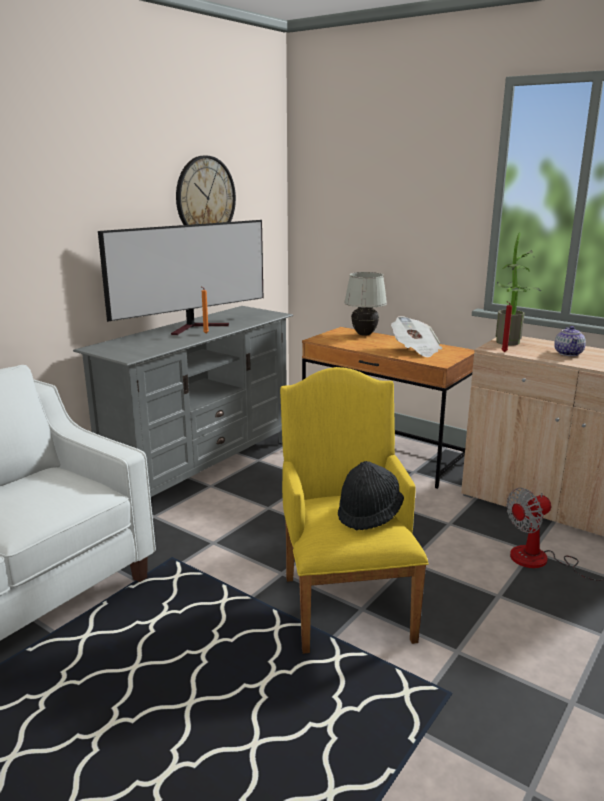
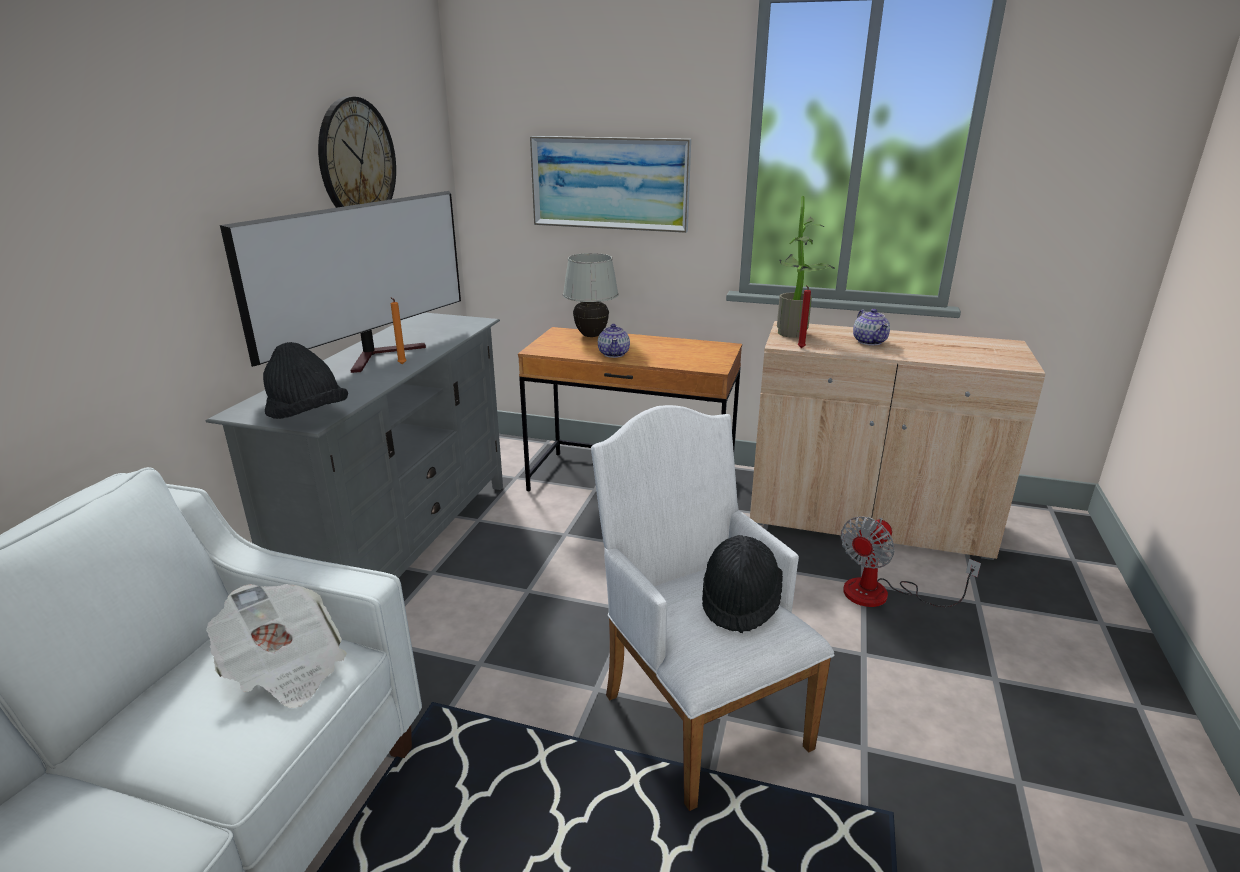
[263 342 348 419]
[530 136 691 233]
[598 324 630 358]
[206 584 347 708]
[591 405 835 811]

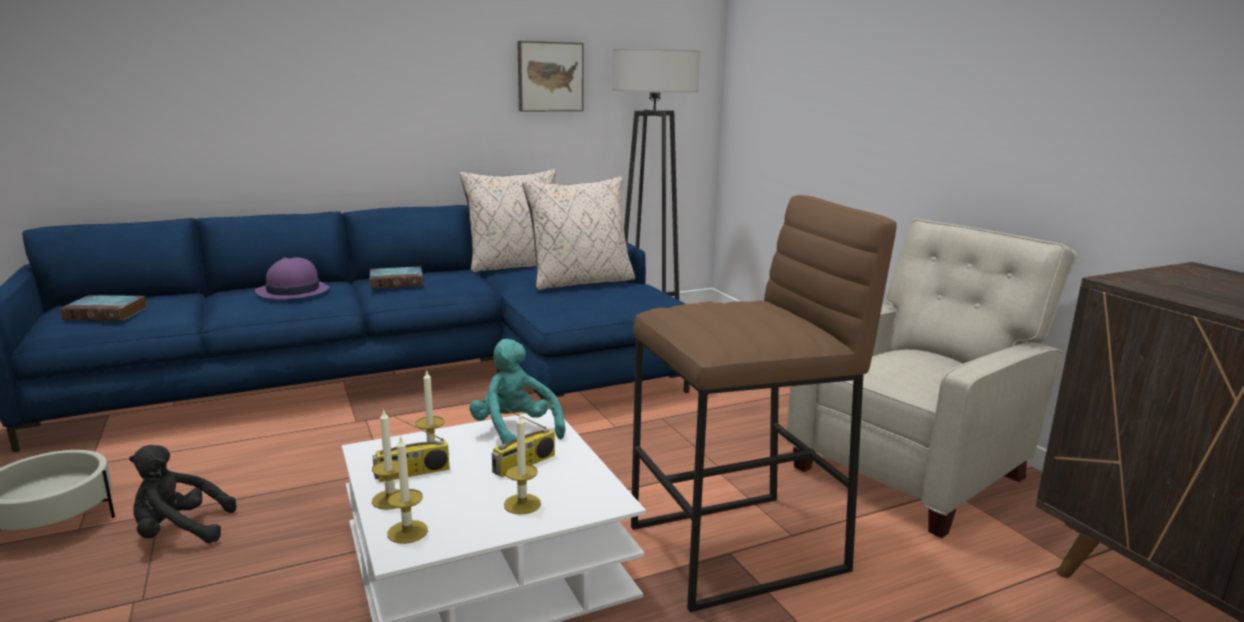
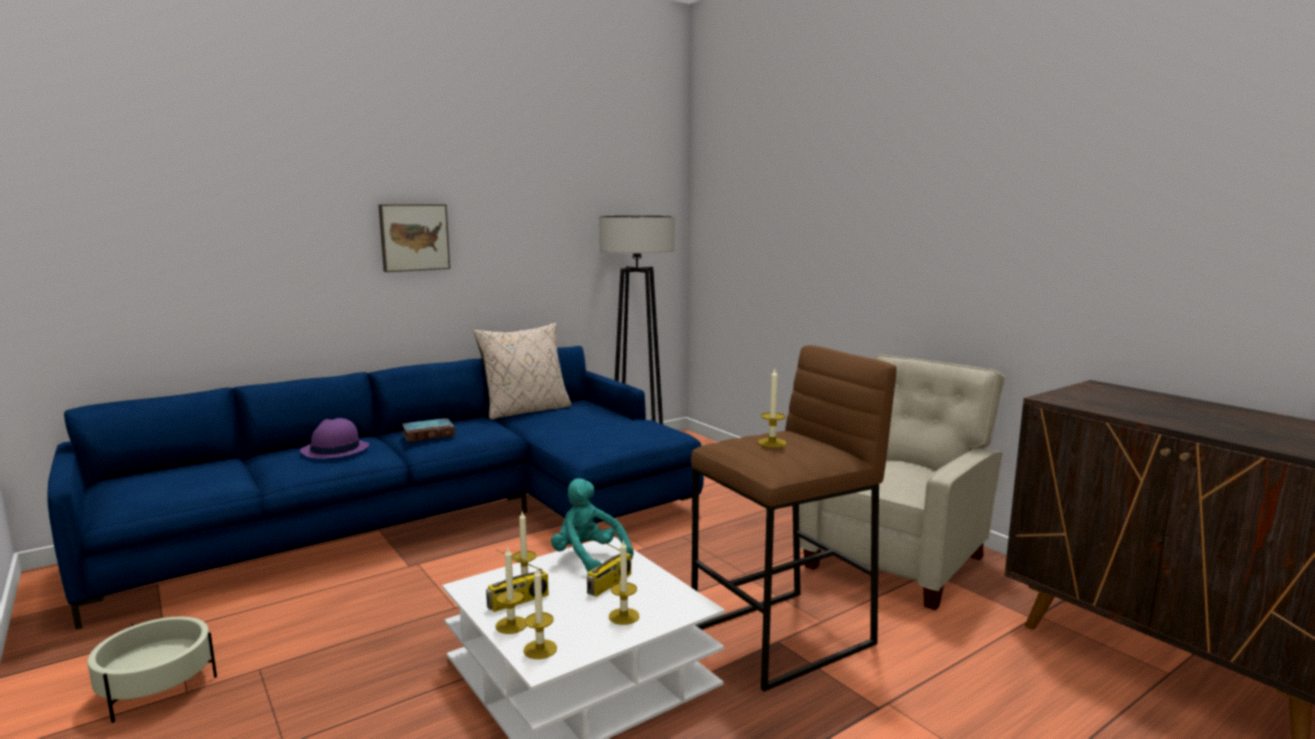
[60 295 148 321] (first image)
[129 445 237 543] (first image)
[522 177 635 291] (first image)
[758 369 787 447]
[378 204 450 272]

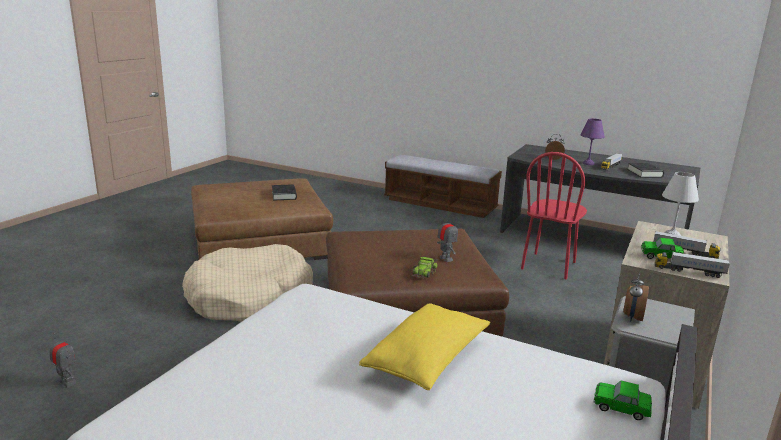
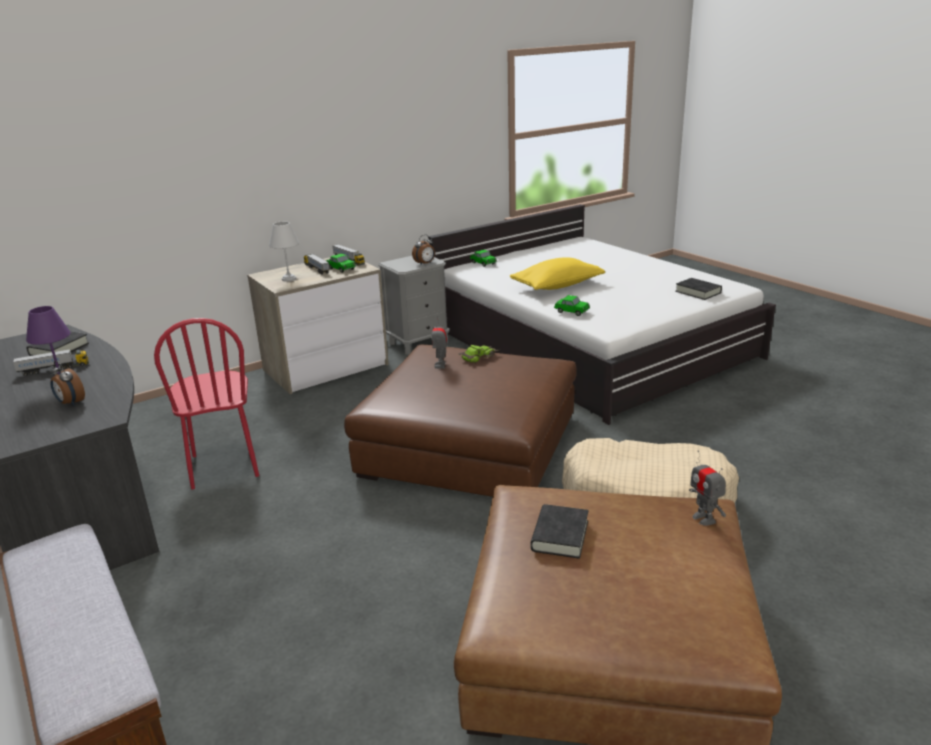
[554 295 590 316]
[675 278 722 300]
[689 450 726 526]
[154 318 259 490]

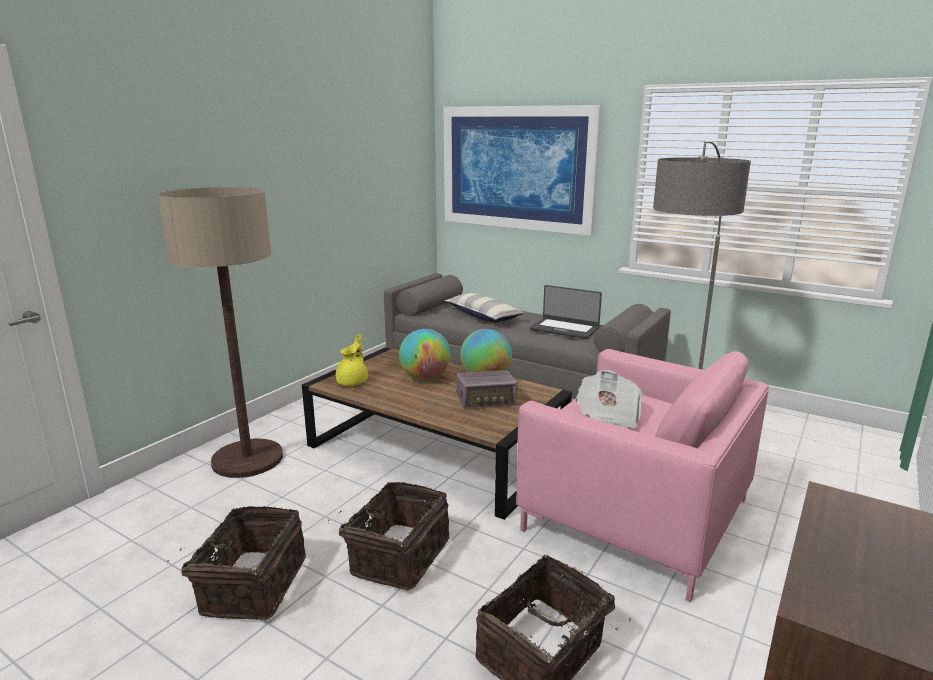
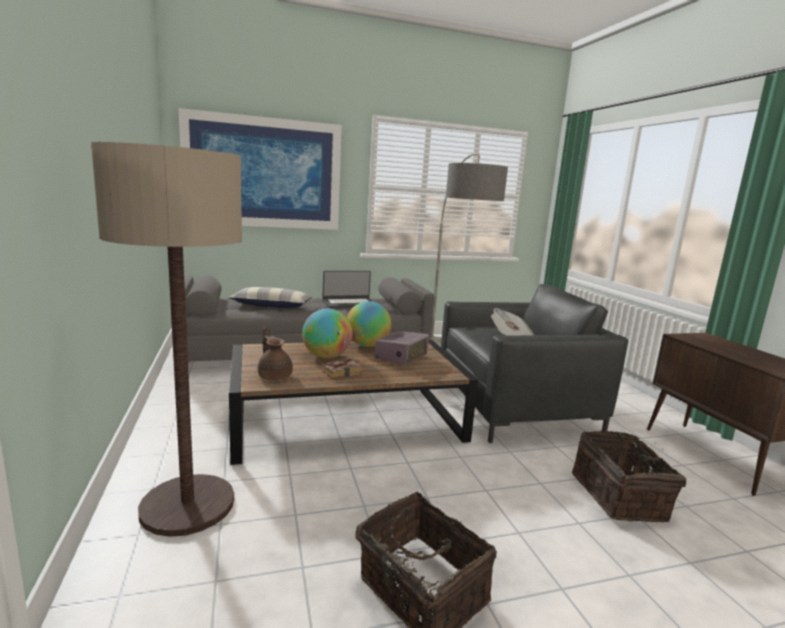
[328 482 449 591] (first image)
[321 359 362 379]
[258 326 293 380]
[441 284 628 443]

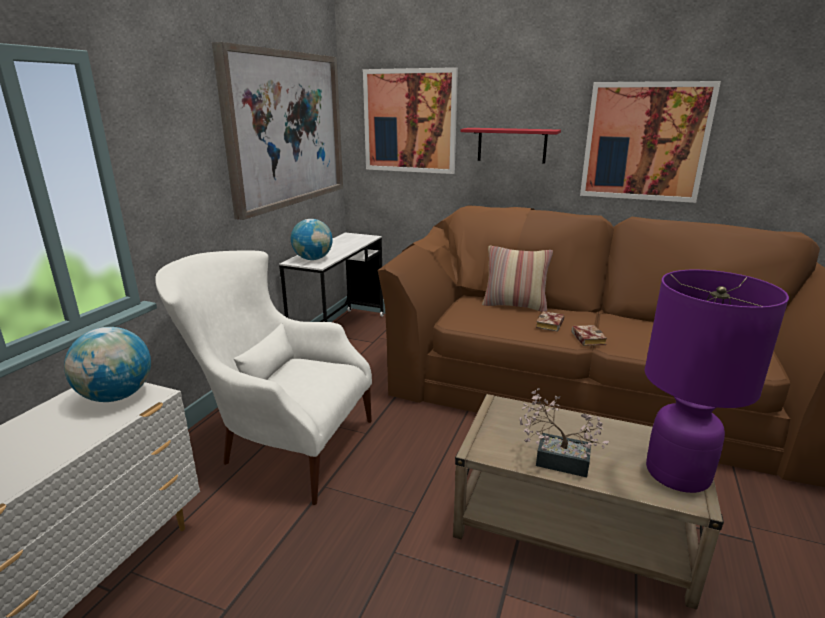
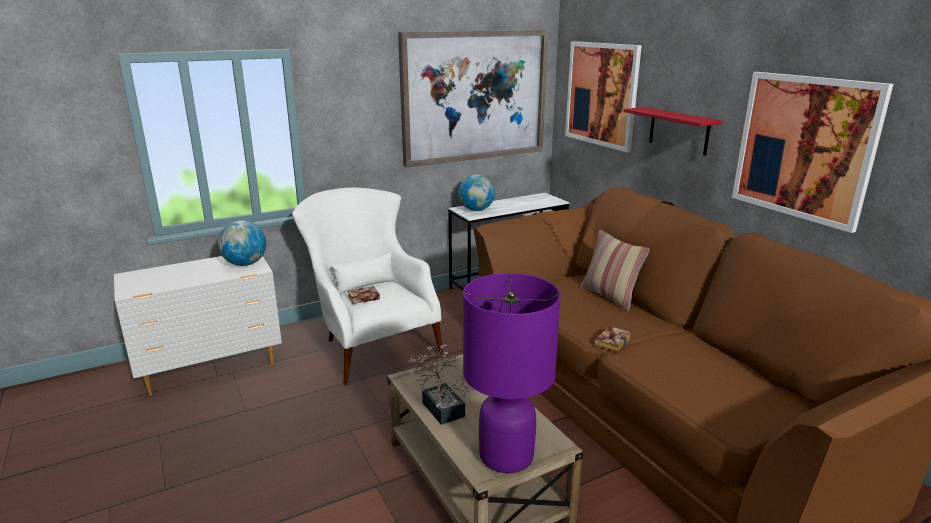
[348 286 380 304]

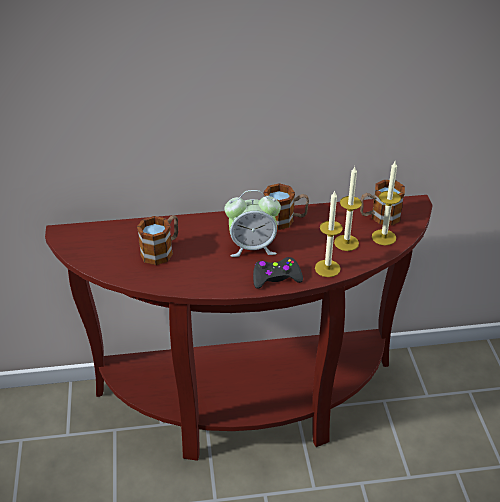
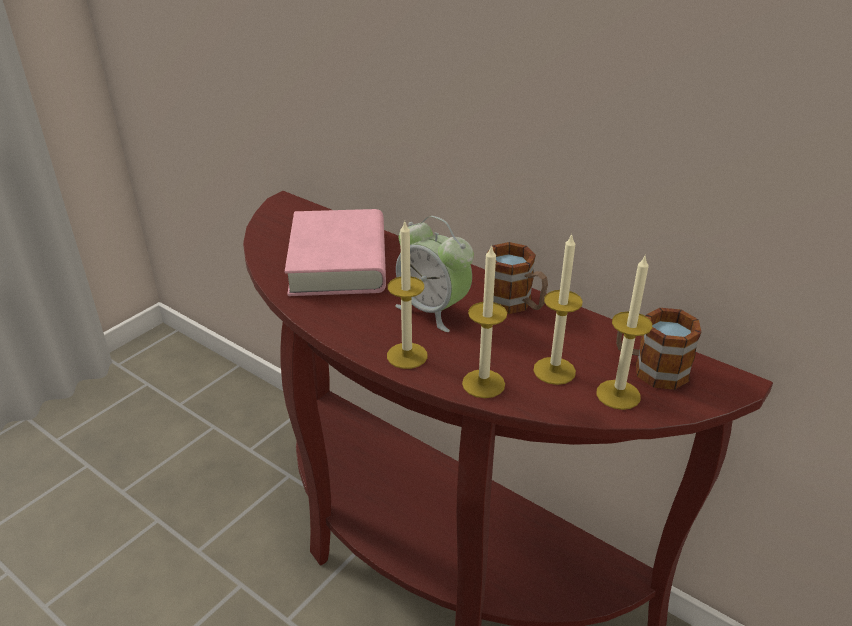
[285 209 386 296]
[387 222 428 369]

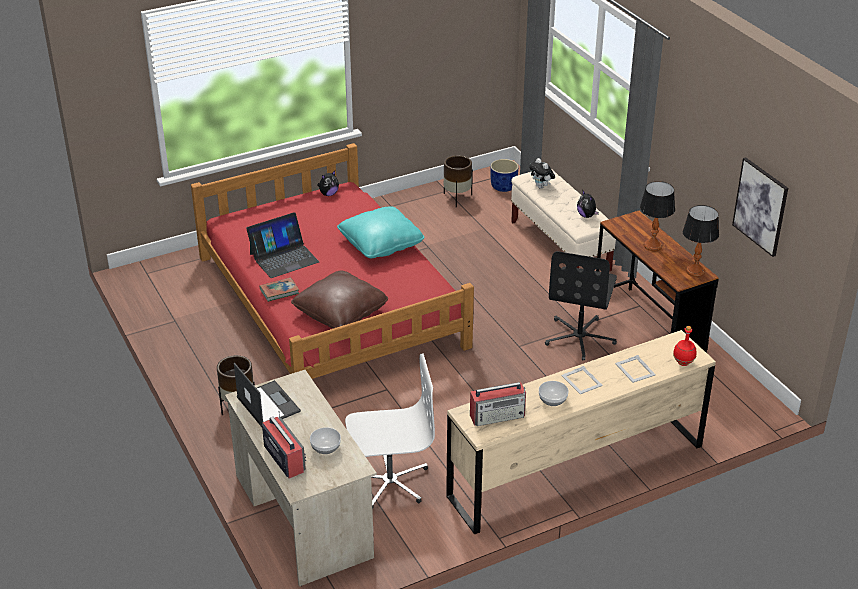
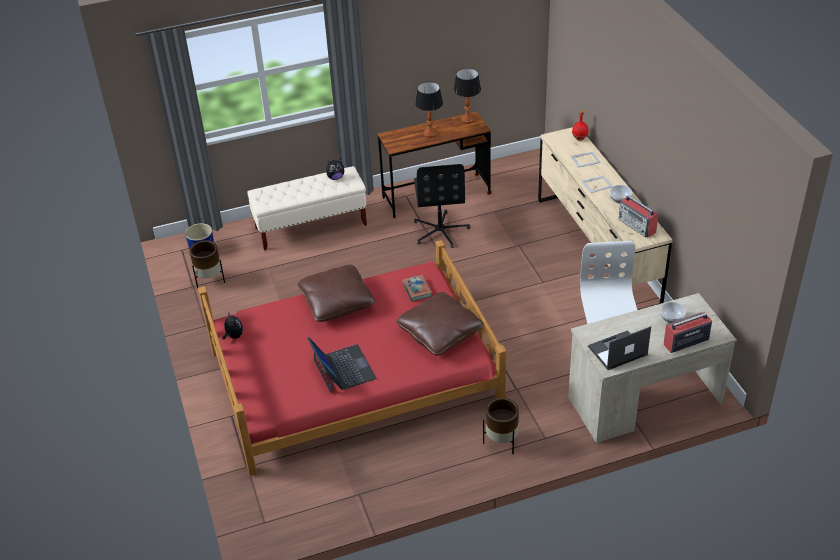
[529 158 555 189] (first image)
[732 157 788 257] (first image)
[402 275 432 301]
[298 265 376 322]
[618 195 658 238]
[414 164 470 248]

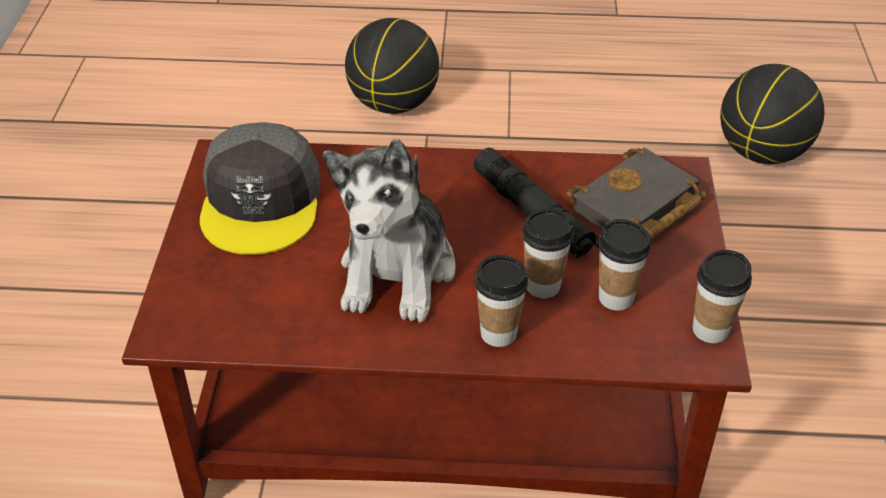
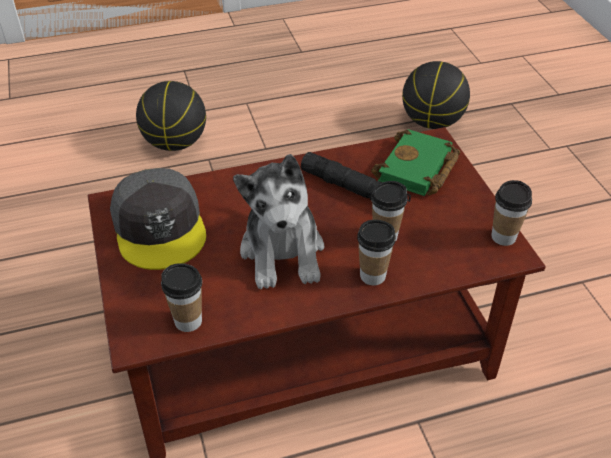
[161 263 202 332]
[371 129 460 196]

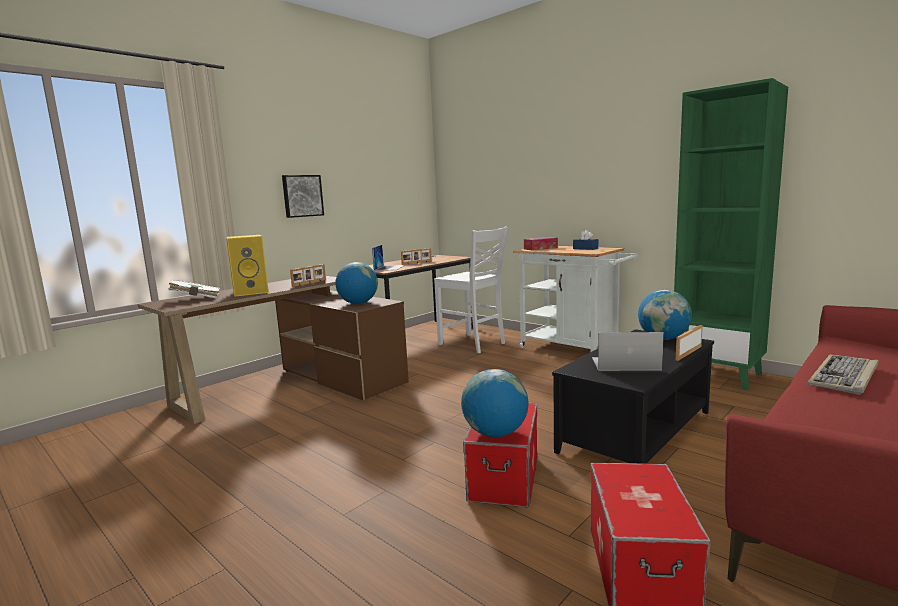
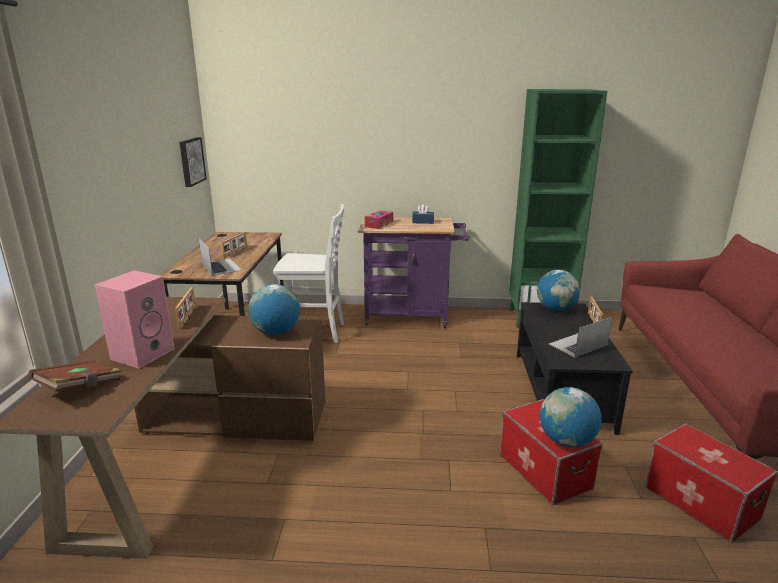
[808 354 879 395] (first image)
[179 137 207 187]
[29 360 122 392]
[94 270 175 369]
[359 217 469 328]

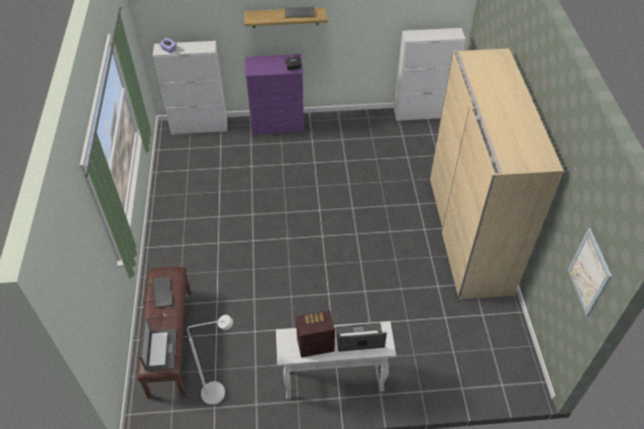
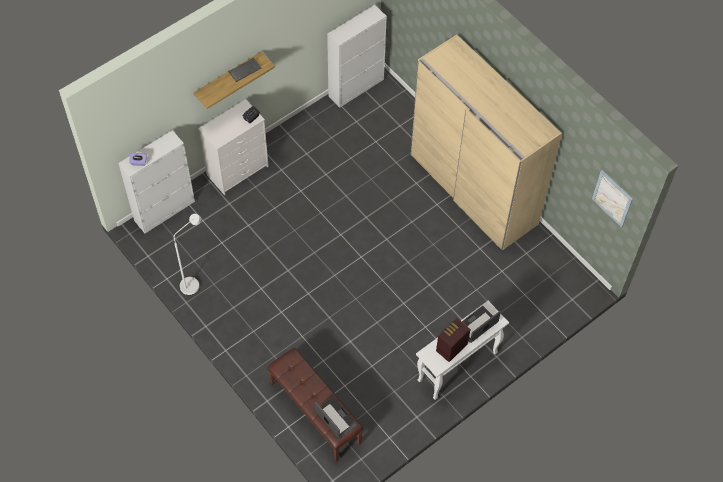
[153 277 173 308] (first image)
[174 214 201 295]
[198 99 269 195]

